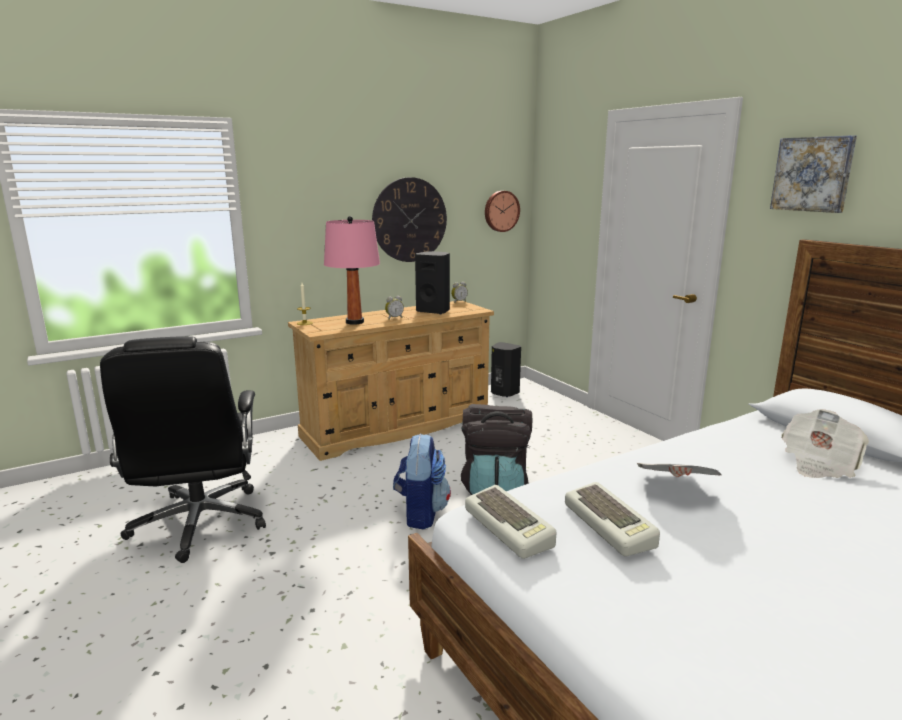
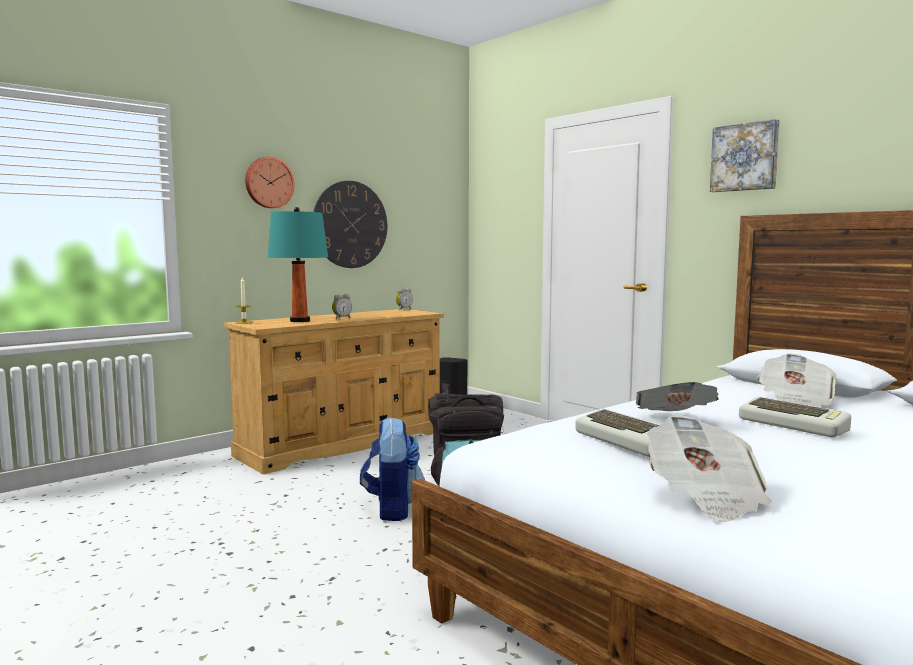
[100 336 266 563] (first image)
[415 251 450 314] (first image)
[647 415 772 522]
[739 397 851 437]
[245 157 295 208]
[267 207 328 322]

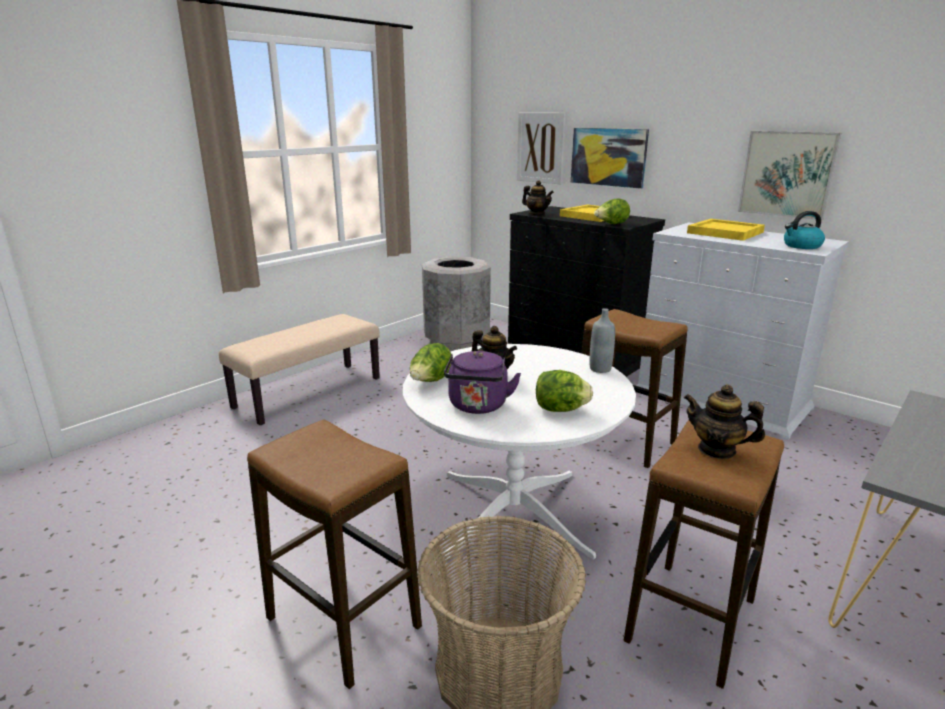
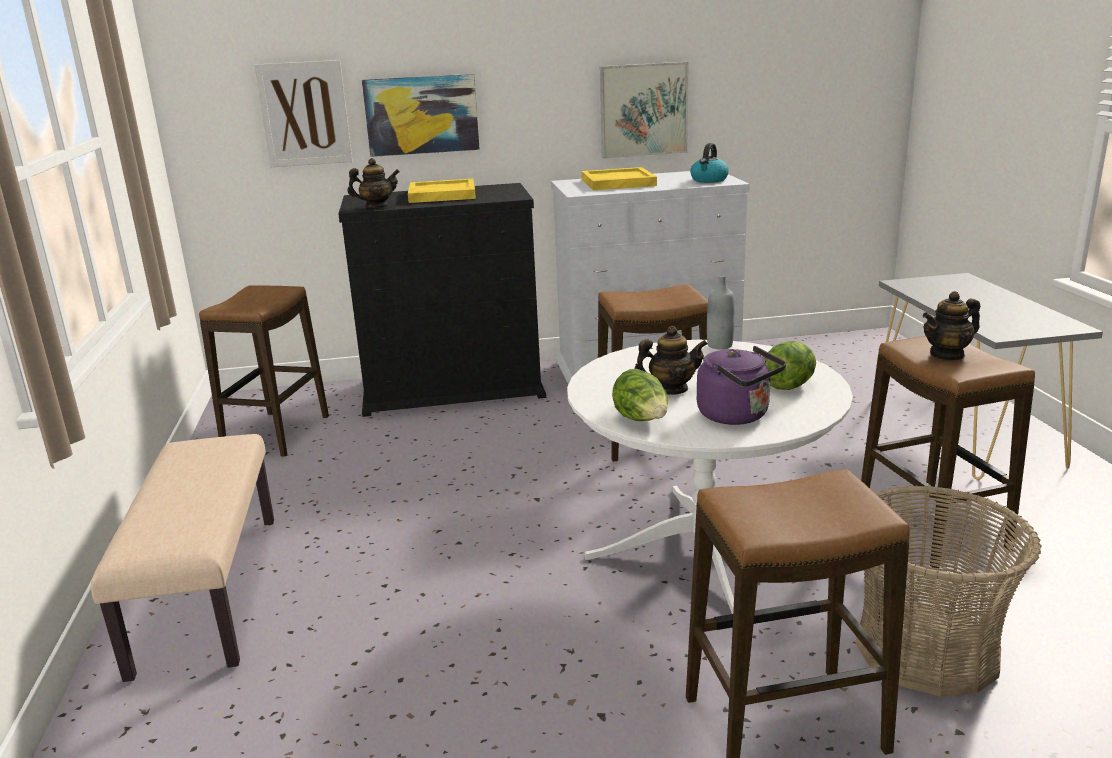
[594 198 630 224] (first image)
[199 285 329 457]

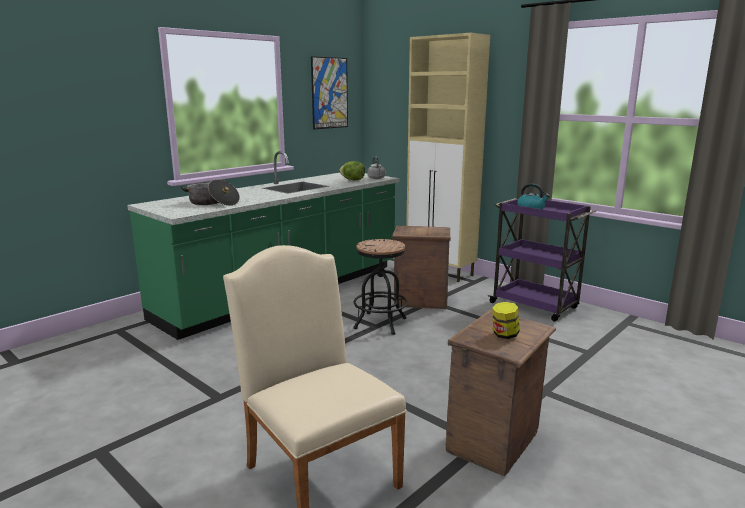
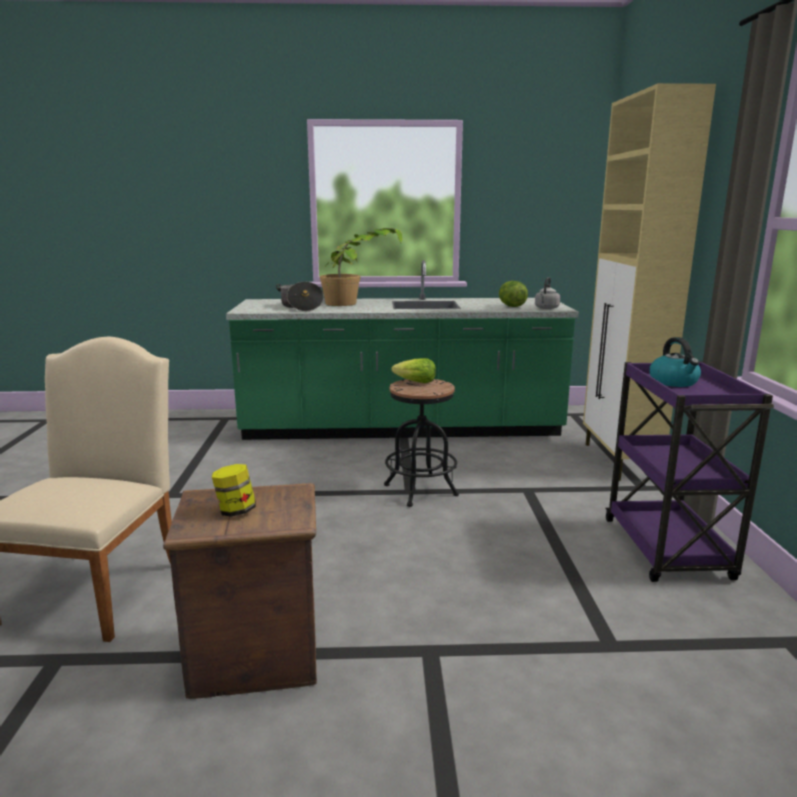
[311 56 348 129] (first image)
[392 226 451 309] (first image)
[320 228 402 306]
[391 358 436 383]

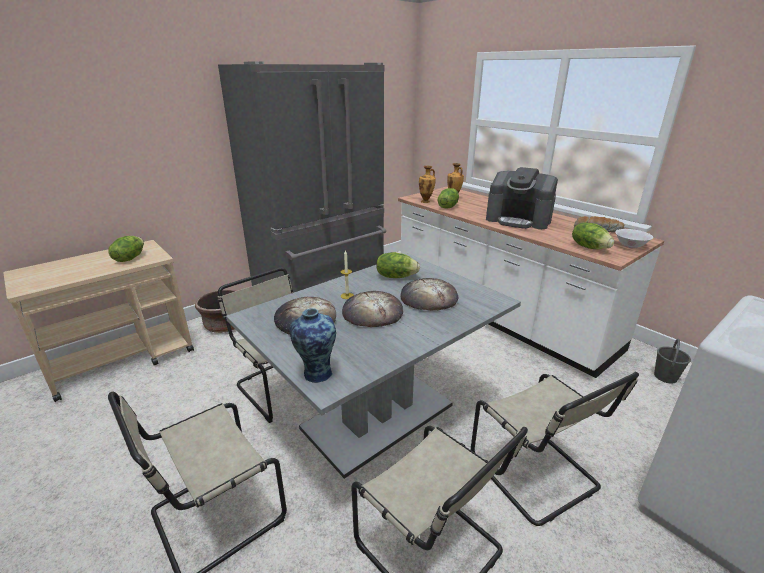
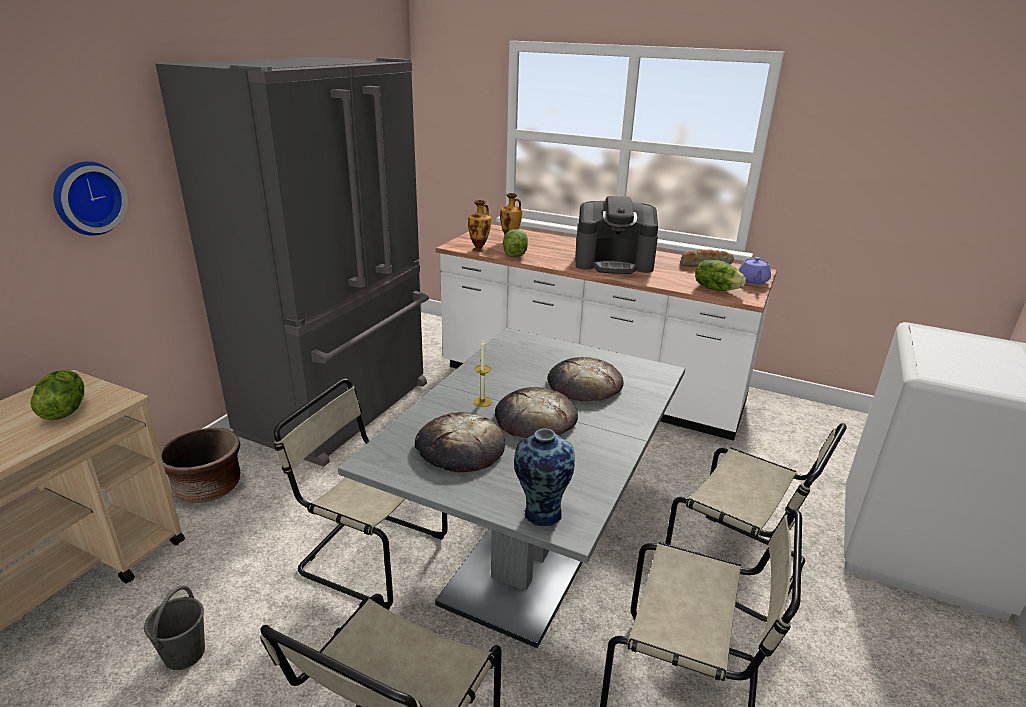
[376 252 420 278] (first image)
[54 161 128 236]
[144 585 205 670]
[738 257 771 284]

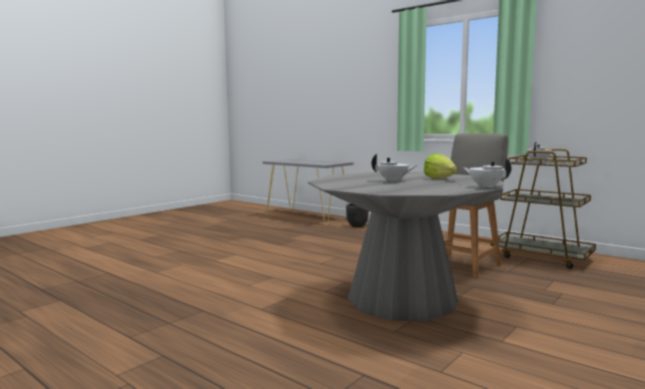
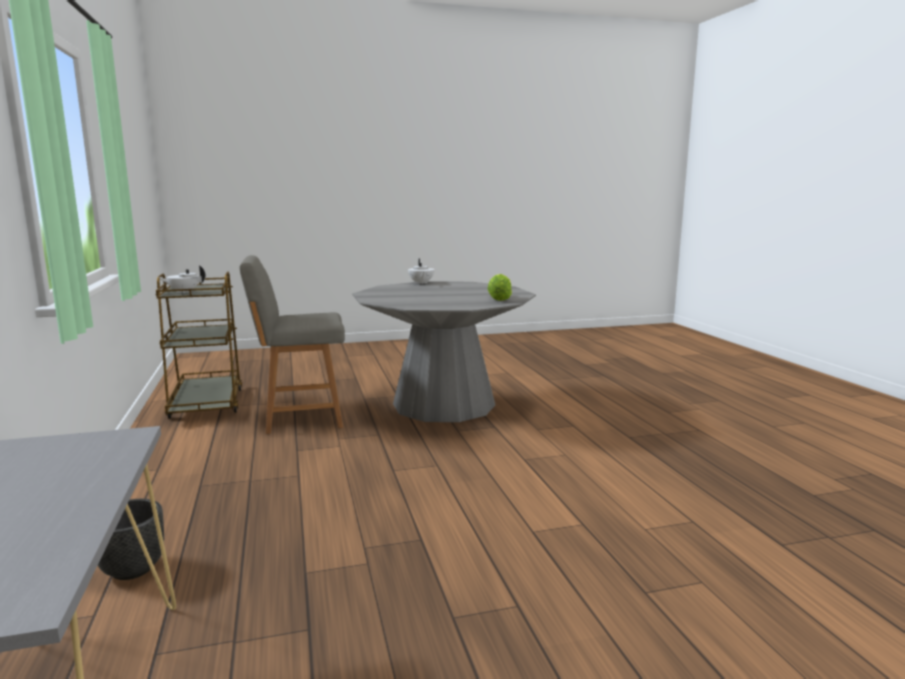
[372 154 417 182] (first image)
[487 274 512 301]

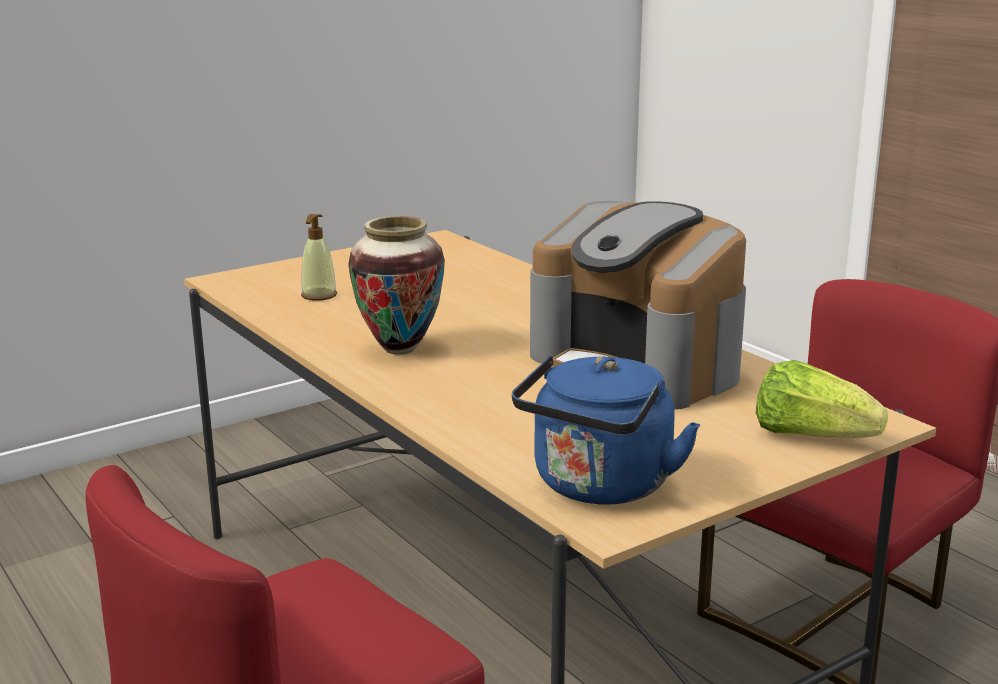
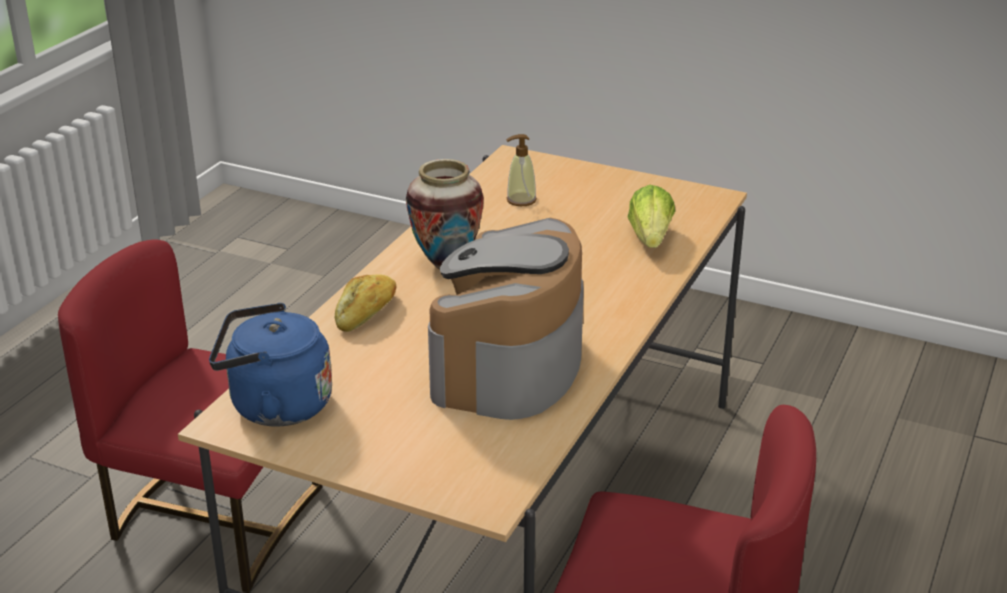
[335 274 397 332]
[628 185 675 248]

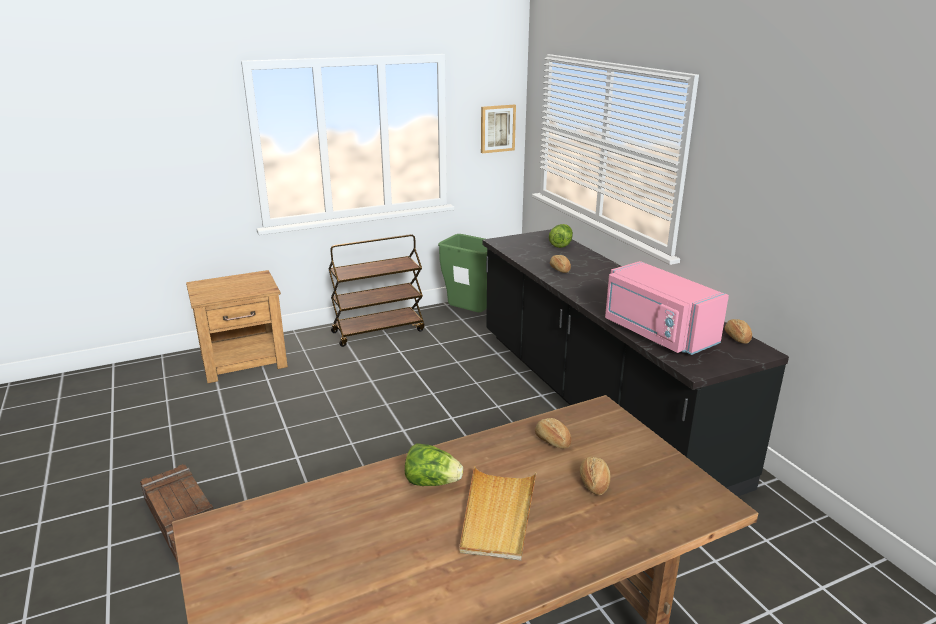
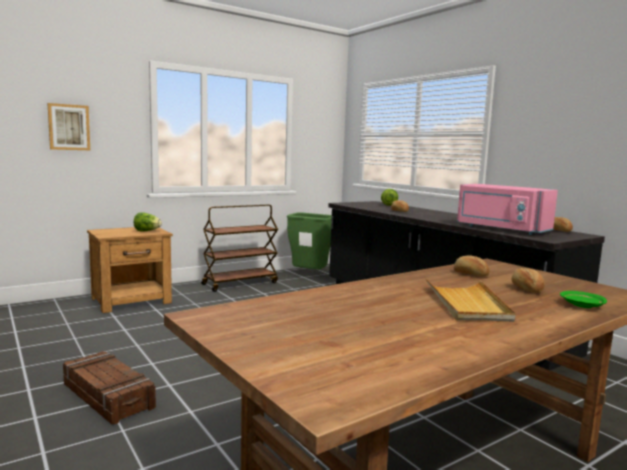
[560 291 607 308]
[134 213 162 232]
[47 103 90 150]

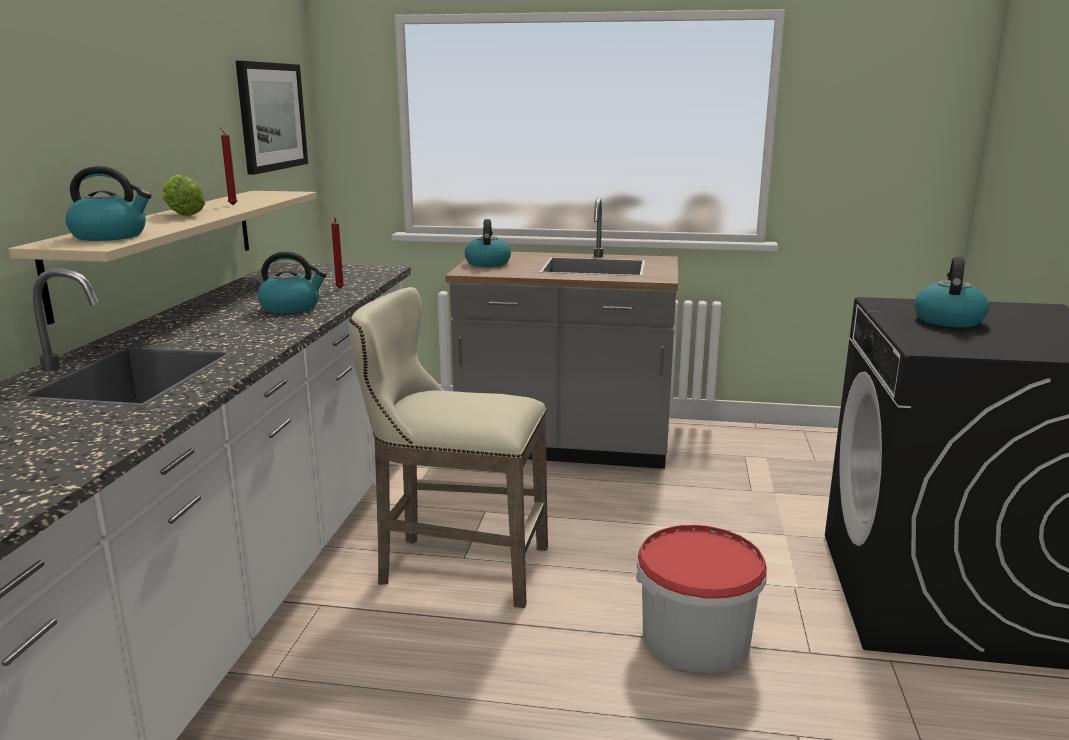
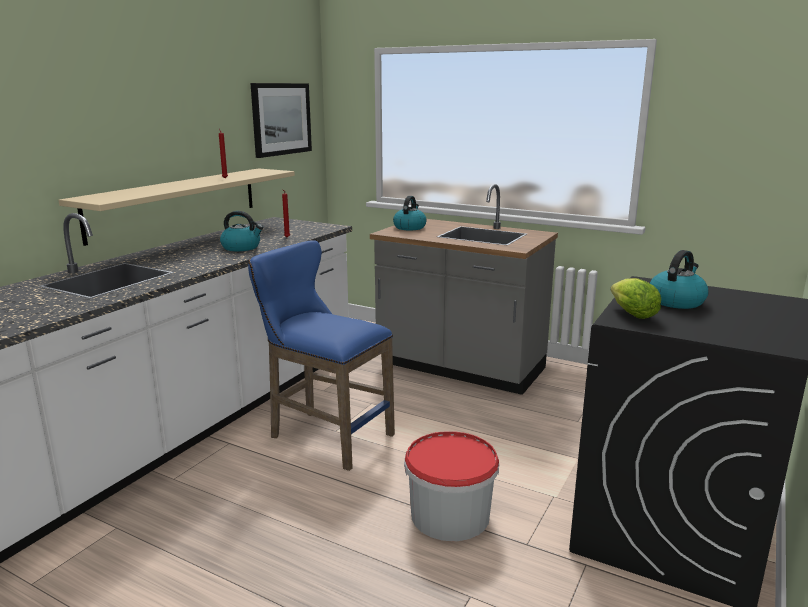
[66 166 152 241] (first image)
[611 278 661 319]
[248 240 395 471]

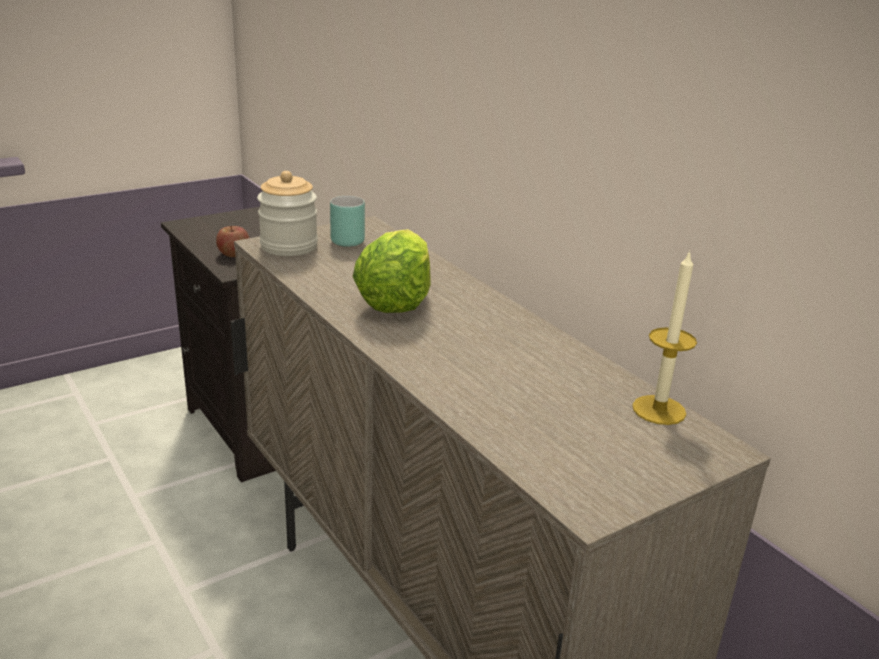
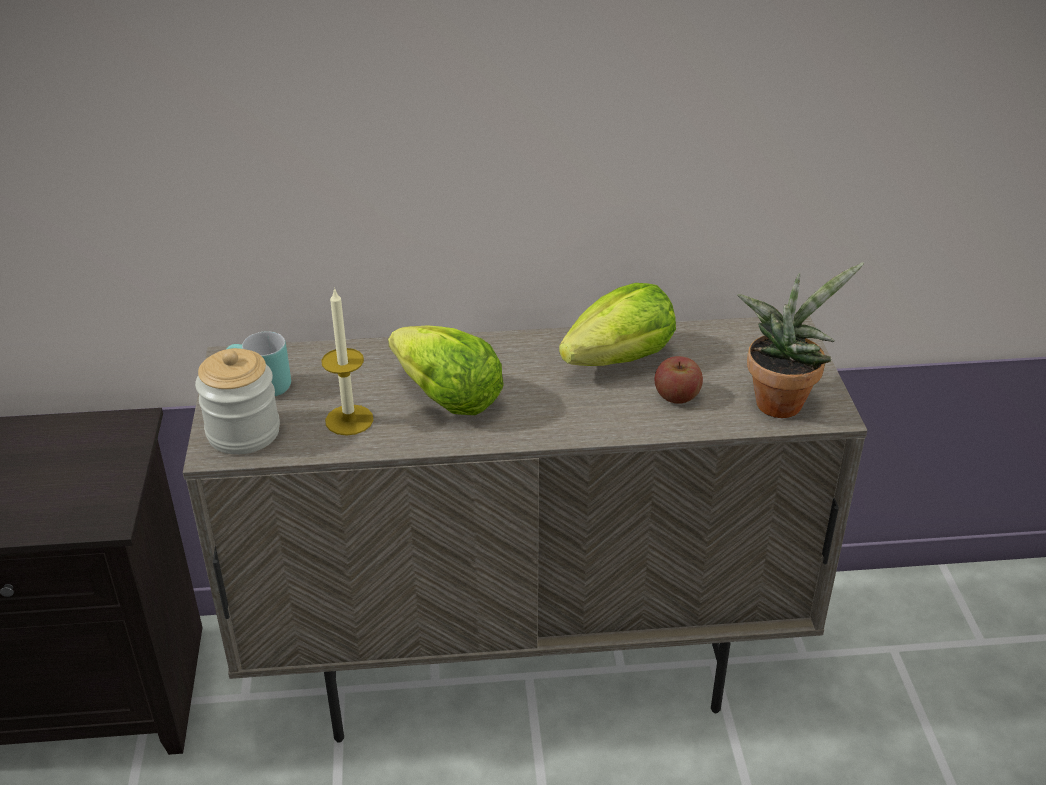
[559 283 676 366]
[737 262 864 418]
[655 356 703 404]
[321 287 373 436]

